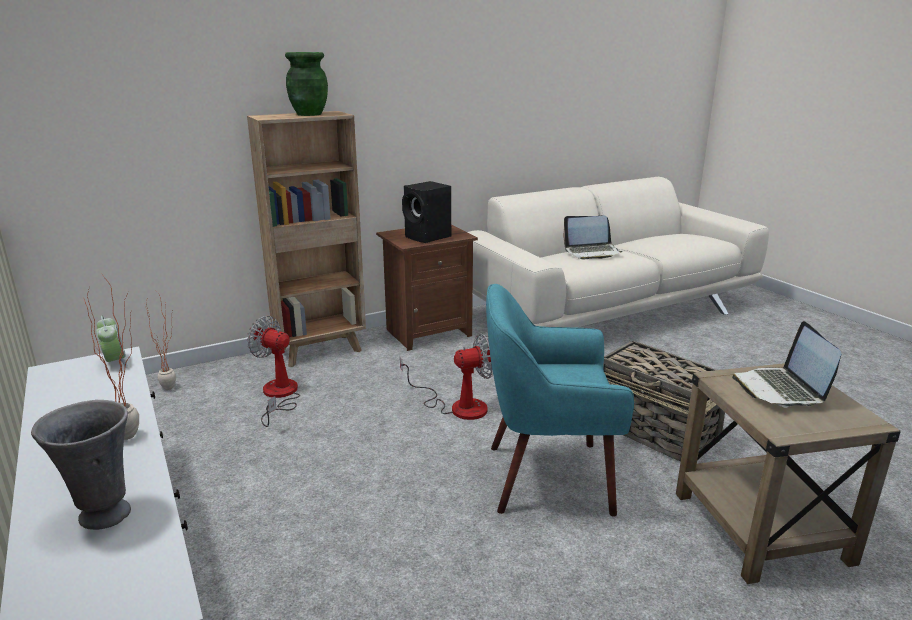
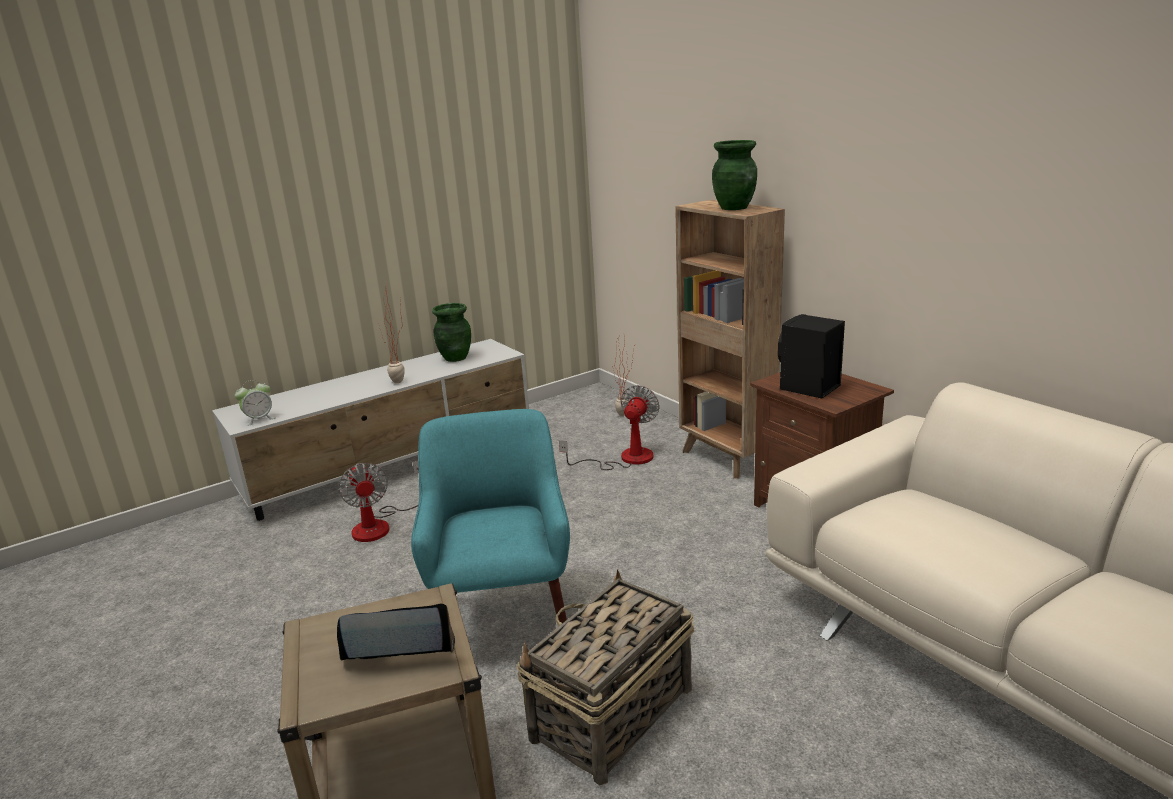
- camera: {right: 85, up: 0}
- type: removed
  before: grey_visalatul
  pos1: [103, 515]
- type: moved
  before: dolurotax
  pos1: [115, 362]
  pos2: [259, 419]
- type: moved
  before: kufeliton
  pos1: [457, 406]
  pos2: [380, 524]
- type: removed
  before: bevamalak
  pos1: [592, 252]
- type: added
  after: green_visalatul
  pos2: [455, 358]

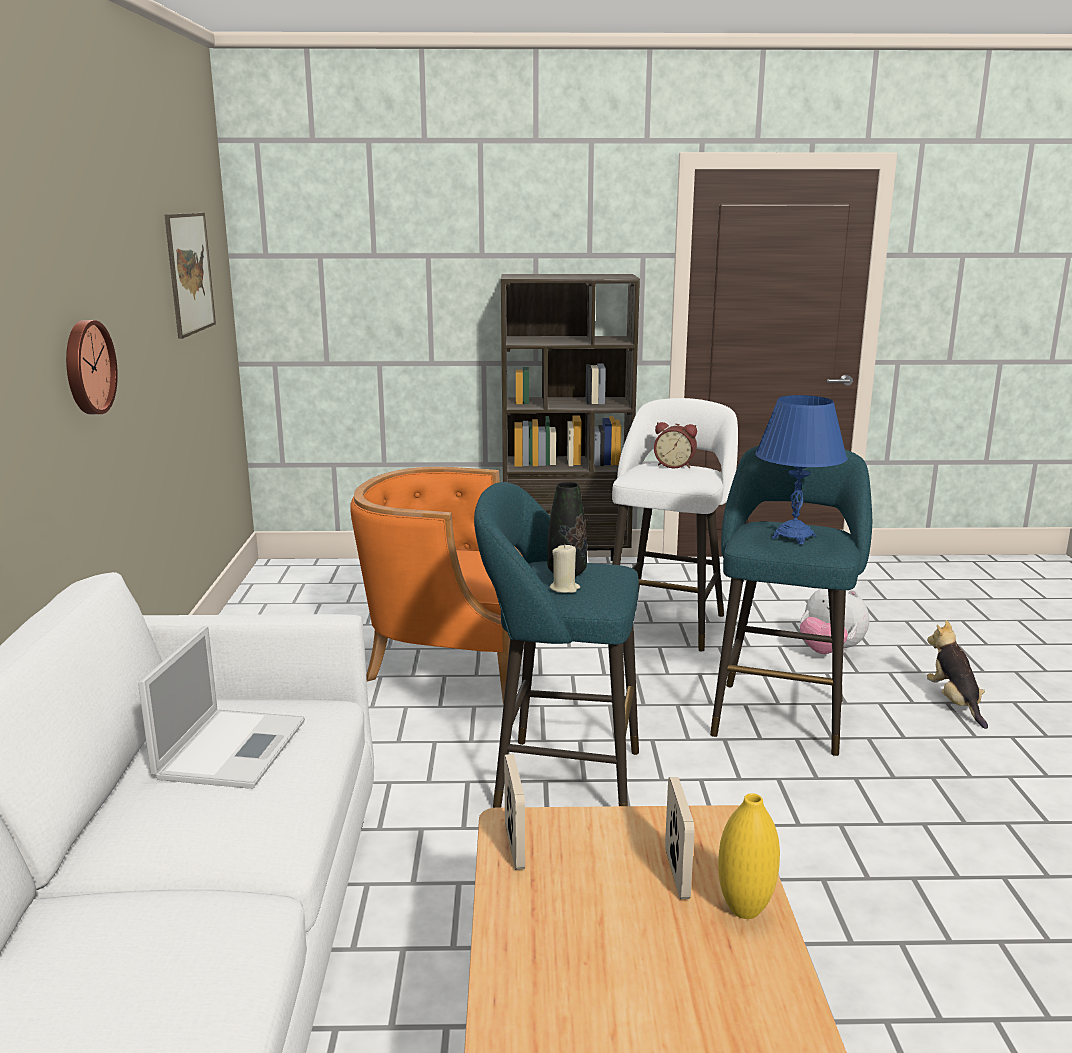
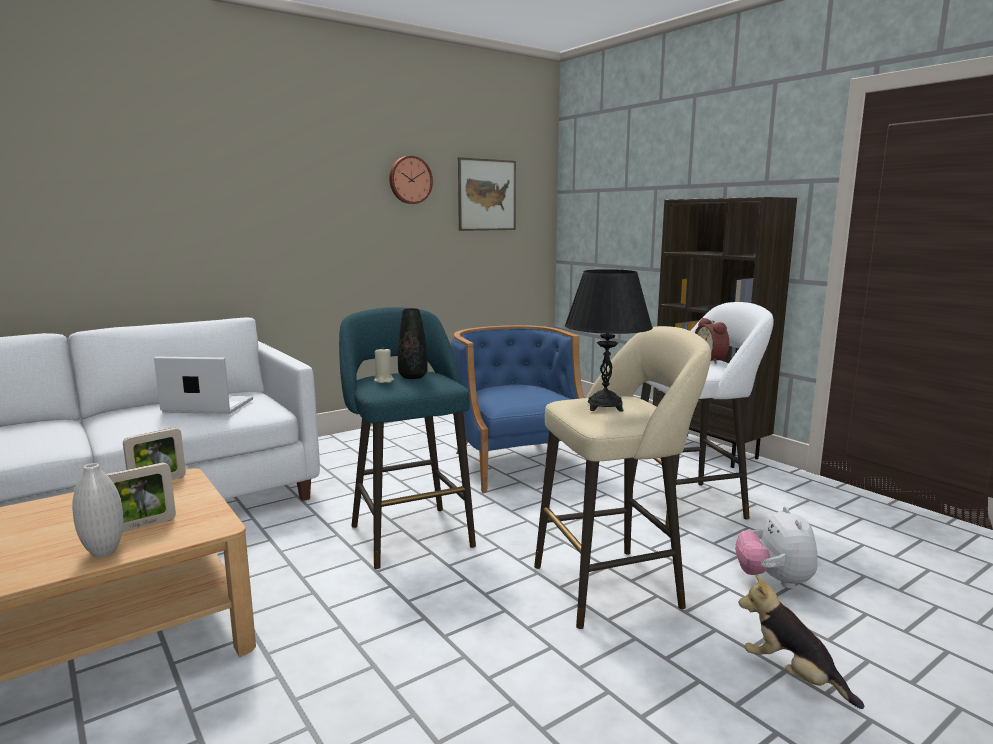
- camera: {right: 55, up: -5}
- type: moved
  before: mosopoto
  pos1: [87, 367]
  pos2: [410, 180]
- type: turned
  before: bevamalak
  pos1: [232, 747]
  pos2: [206, 406]
  turn: -150
- type: recoloured
  before: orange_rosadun
  after: blue_rosadun
  pos1: [455, 659]
  pos2: [516, 463]
- type: recoloured
  before: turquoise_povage
  after: beige_povage
  pos1: [779, 713]
  pos2: [614, 585]
- type: recoloured
  before: yellow_visalatul
  after: white_visalatul
  pos1: [744, 910]
  pos2: [104, 552]
- type: recoloured
  before: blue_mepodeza
  after: black_mepodeza
  pos1: [794, 537]
  pos2: [605, 406]
- type: turned
  before: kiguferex
  pos1: [954, 703]
  pos2: [792, 676]
  turn: -90

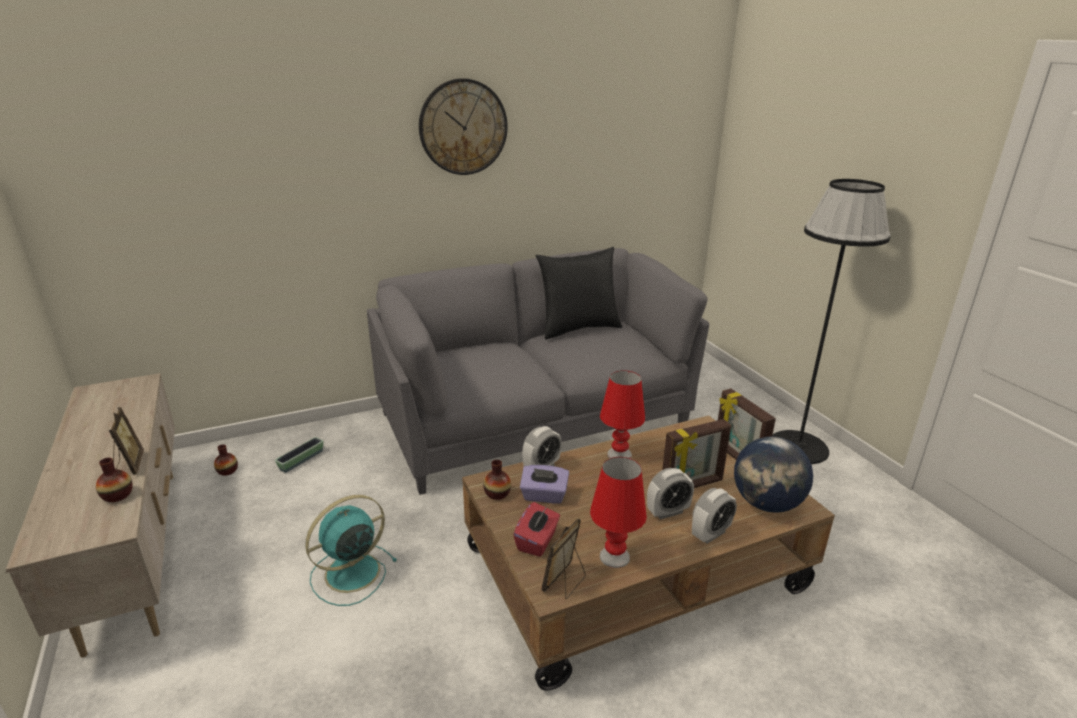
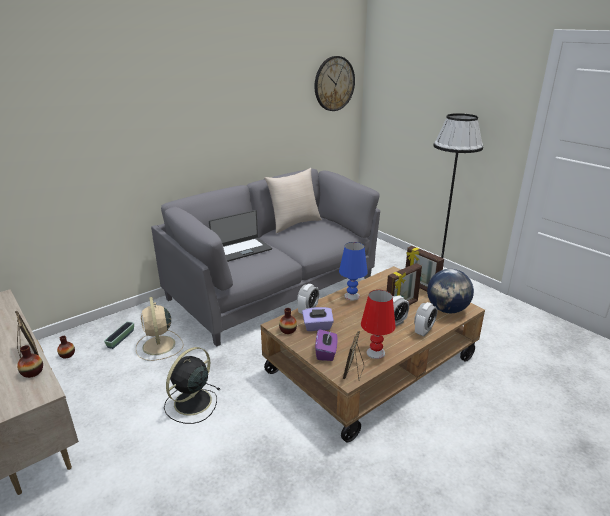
- camera: {right: -15, up: 0}
- type: recoloured
  before: turquoise_kufeliton
  after: black_kufeliton
  pos1: [350, 574]
  pos2: [191, 403]
- type: moved
  before: mosopoto
  pos1: [463, 127]
  pos2: [334, 83]
- type: recoloured
  before: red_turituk
  after: purple_turituk
  pos1: [537, 541]
  pos2: [326, 353]
- type: recoloured
  before: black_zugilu
  after: beige_zugilu
  pos1: [578, 328]
  pos2: [294, 224]
- type: recoloured
  before: red_mepodeza
  after: blue_mepodeza
  pos1: [619, 455]
  pos2: [352, 296]
- type: added
  after: beige_kufeliton
  pos2: [159, 346]
- type: added
  after: bevamalak
  pos2: [241, 249]

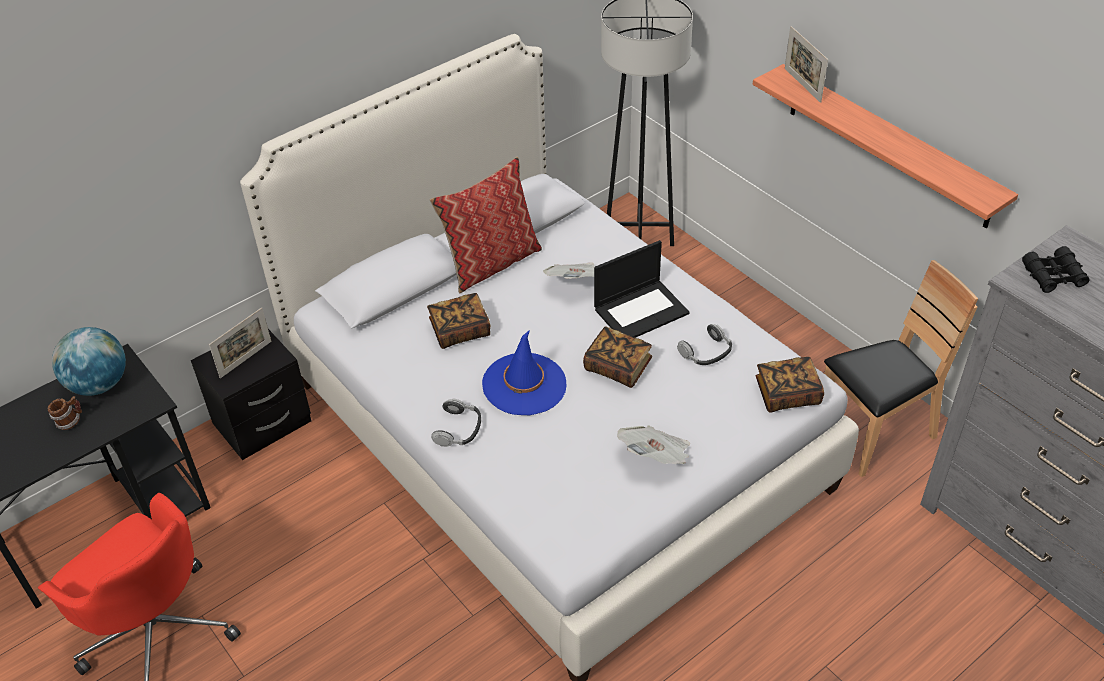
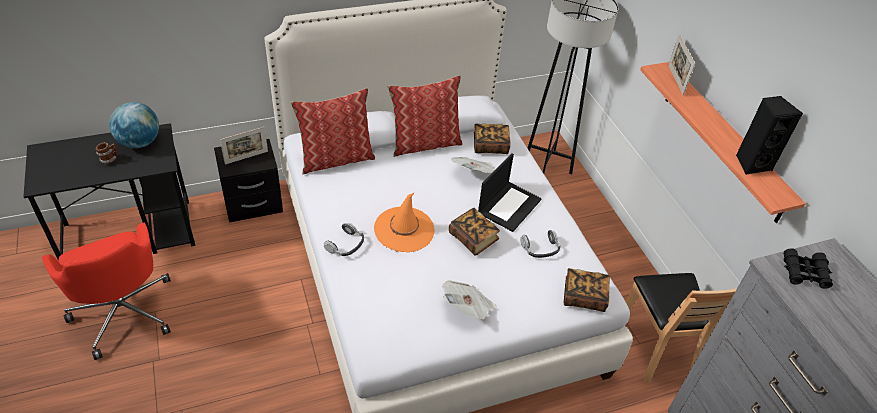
- camera: {right: 15, up: 0}
- type: moved
  before: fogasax
  pos1: [460, 331]
  pos2: [490, 146]
- type: recoloured
  before: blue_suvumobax
  after: orange_suvumobax
  pos1: [524, 384]
  pos2: [404, 229]
- type: turned
  before: bevamalak
  pos1: [641, 310]
  pos2: [509, 205]
  turn: -45
- type: turned
  before: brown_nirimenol
  pos1: [875, 433]
  pos2: [656, 348]
  turn: 90
- type: added
  after: zugilu
  pos2: [336, 159]
- type: added
  after: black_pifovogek
  pos2: [752, 163]

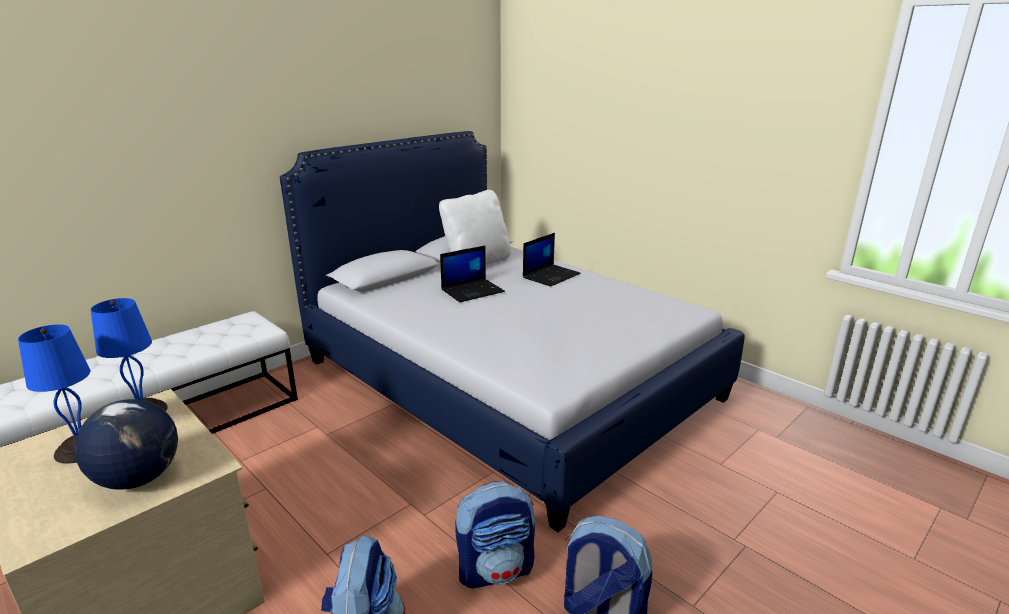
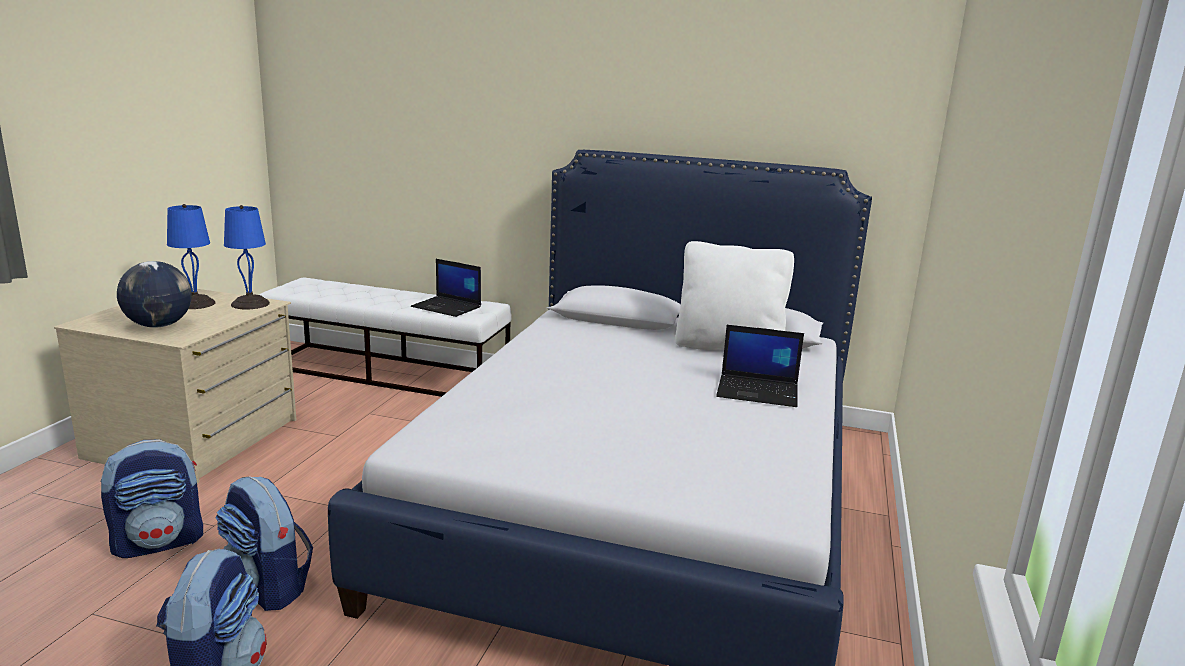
- camera: {right: 60, up: -5}
- type: moved
  before: bevamalak
  pos1: [473, 291]
  pos2: [447, 307]

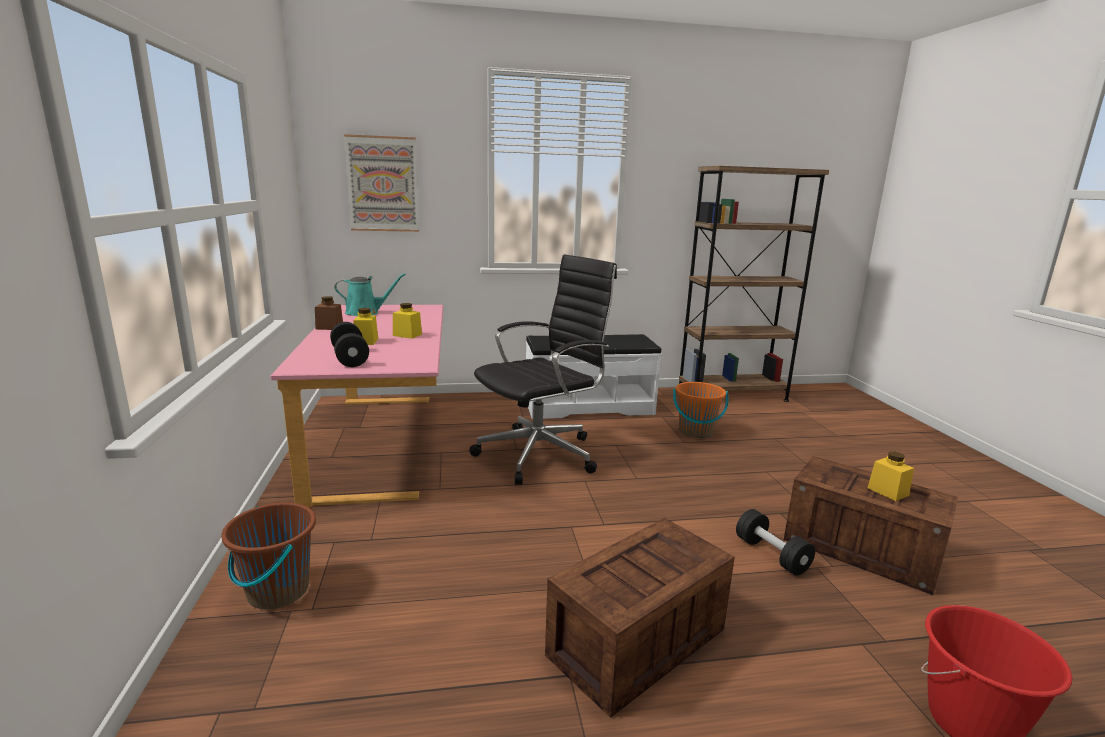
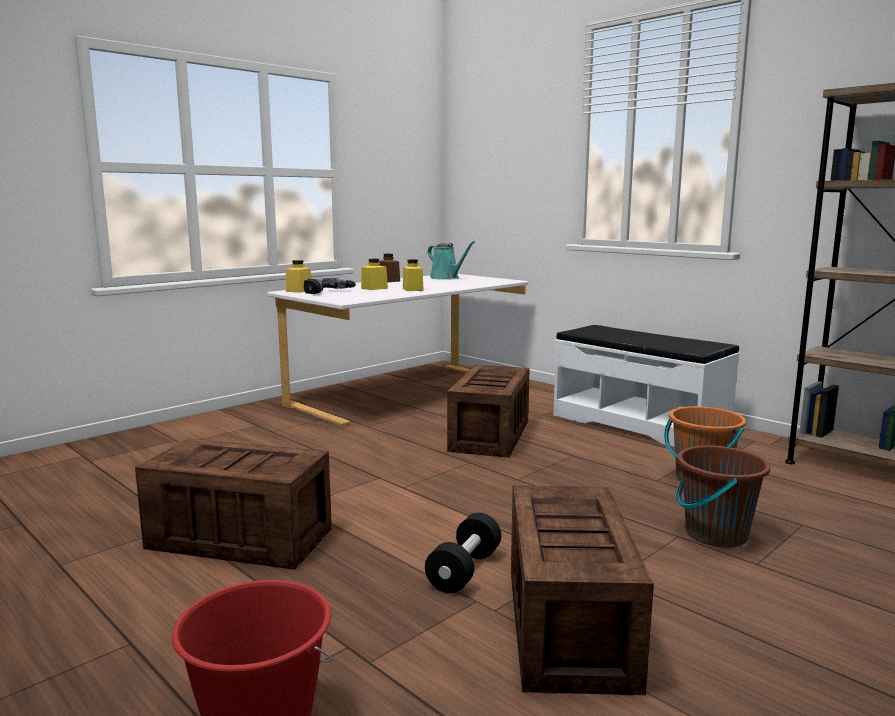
- camera: {right: 55, up: -5}
- type: moved
  before: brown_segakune
  pos1: [277, 591]
  pos2: [715, 534]
- type: recoloured
  before: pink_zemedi
  after: white_zemedi
  pos1: [383, 442]
  pos2: [407, 393]
- type: replaced
  before: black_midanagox
  after: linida
  pos1: [350, 358]
  pos2: [329, 292]
- type: removed
  before: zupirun
  pos1: [383, 184]
- type: replaced
  before: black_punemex
  after: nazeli
  pos1: [541, 453]
  pos2: [490, 436]
- type: moved
  before: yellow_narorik
  pos1: [888, 491]
  pos2: [299, 290]

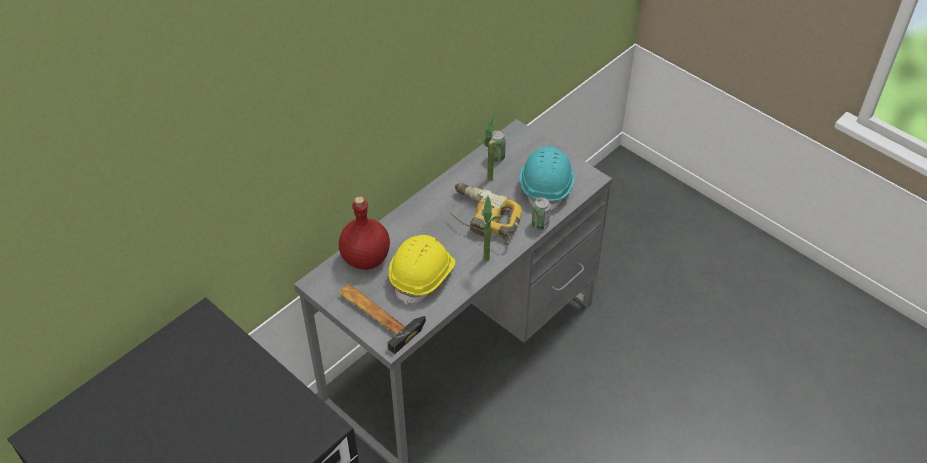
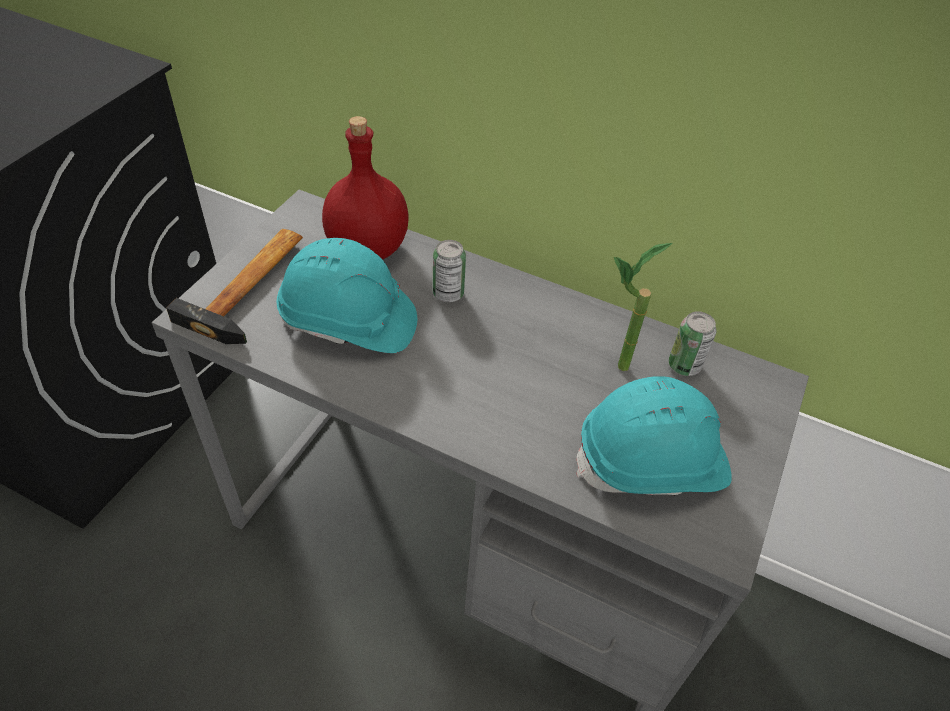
- camera: {right: 70, up: 0}
- type: recoloured
  before: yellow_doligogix
  after: turquoise_doligogix
  pos1: [423, 276]
  pos2: [349, 322]
- type: removed
  before: linida
  pos1: [482, 219]
- type: removed
  before: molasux
  pos1: [488, 264]
- type: moved
  before: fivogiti
  pos1: [540, 225]
  pos2: [448, 293]

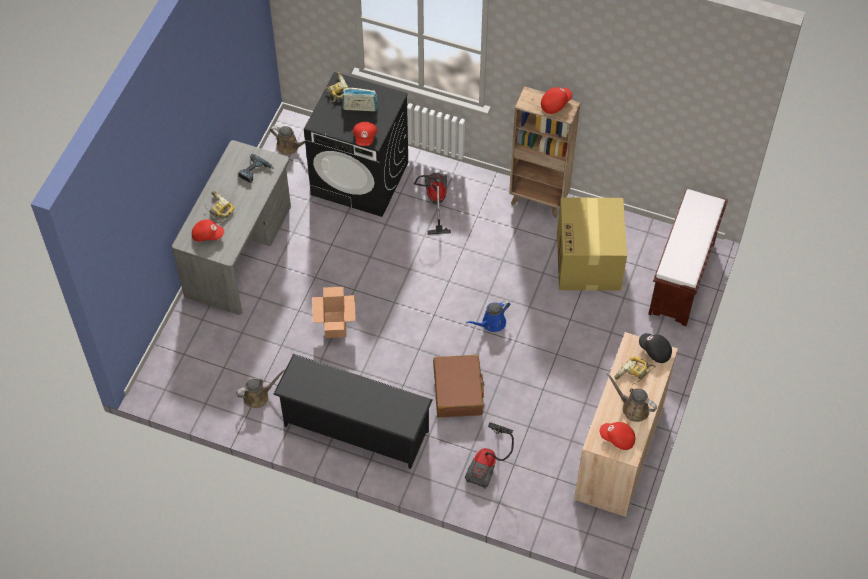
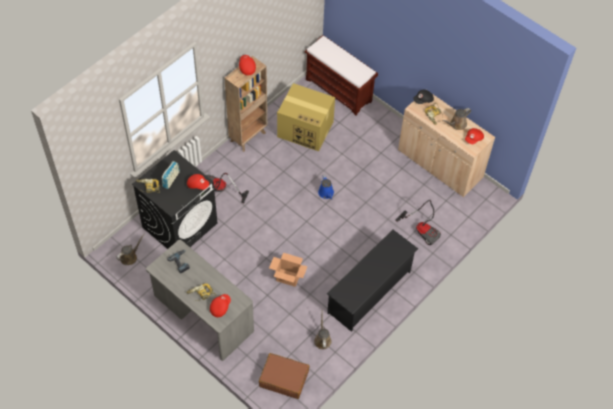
- camera: {right: -70, up: 0}
- type: moved
  before: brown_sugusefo
  pos1: [458, 391]
  pos2: [284, 378]

